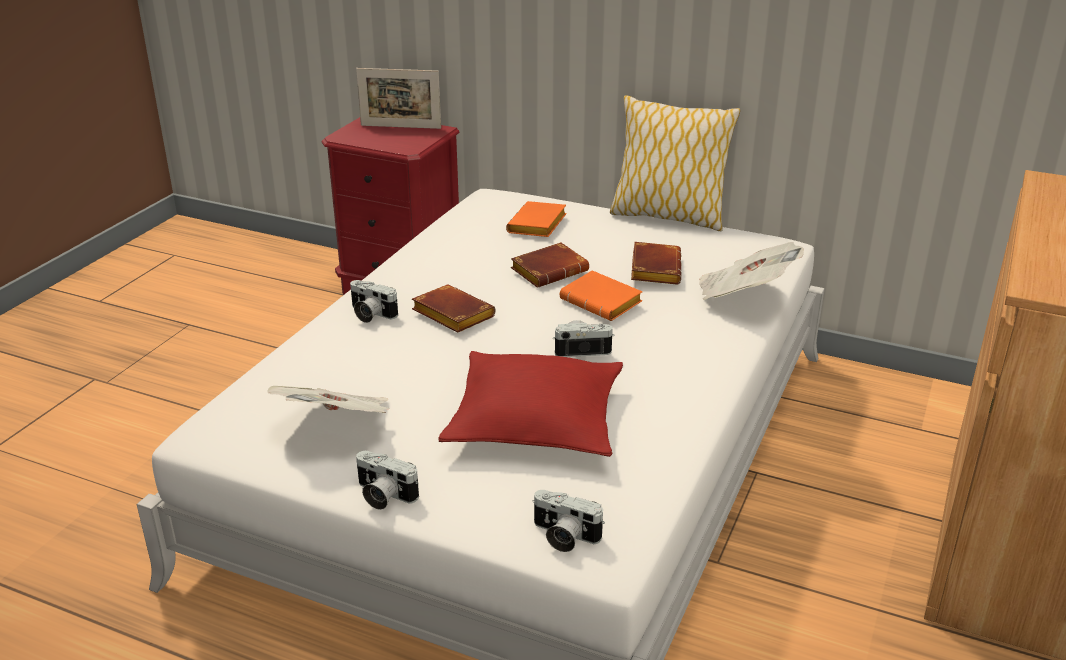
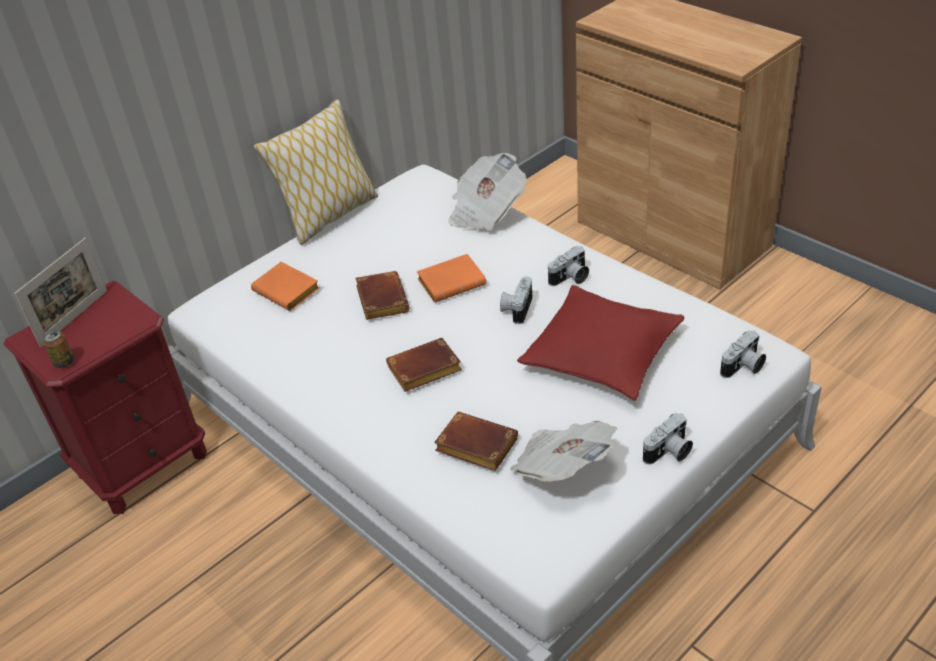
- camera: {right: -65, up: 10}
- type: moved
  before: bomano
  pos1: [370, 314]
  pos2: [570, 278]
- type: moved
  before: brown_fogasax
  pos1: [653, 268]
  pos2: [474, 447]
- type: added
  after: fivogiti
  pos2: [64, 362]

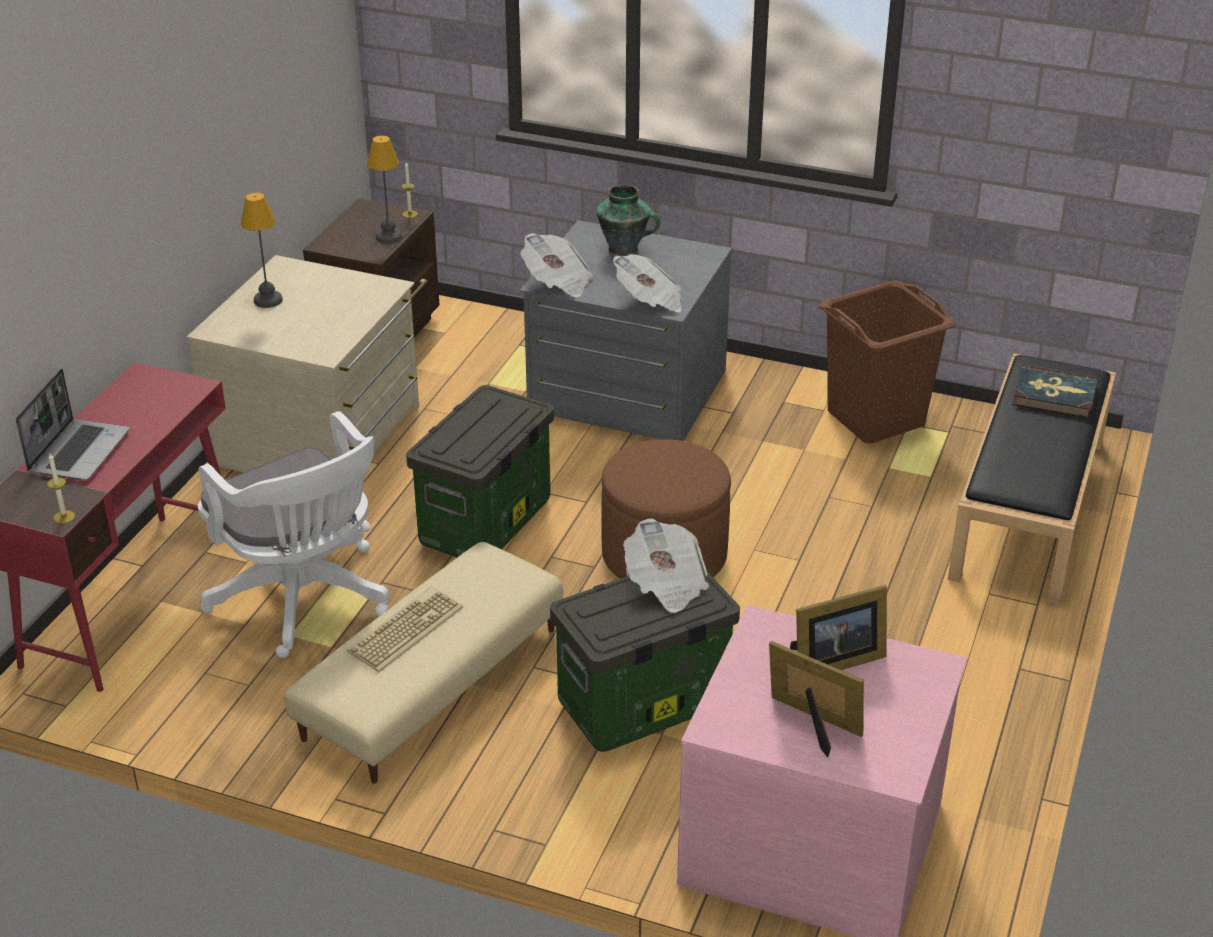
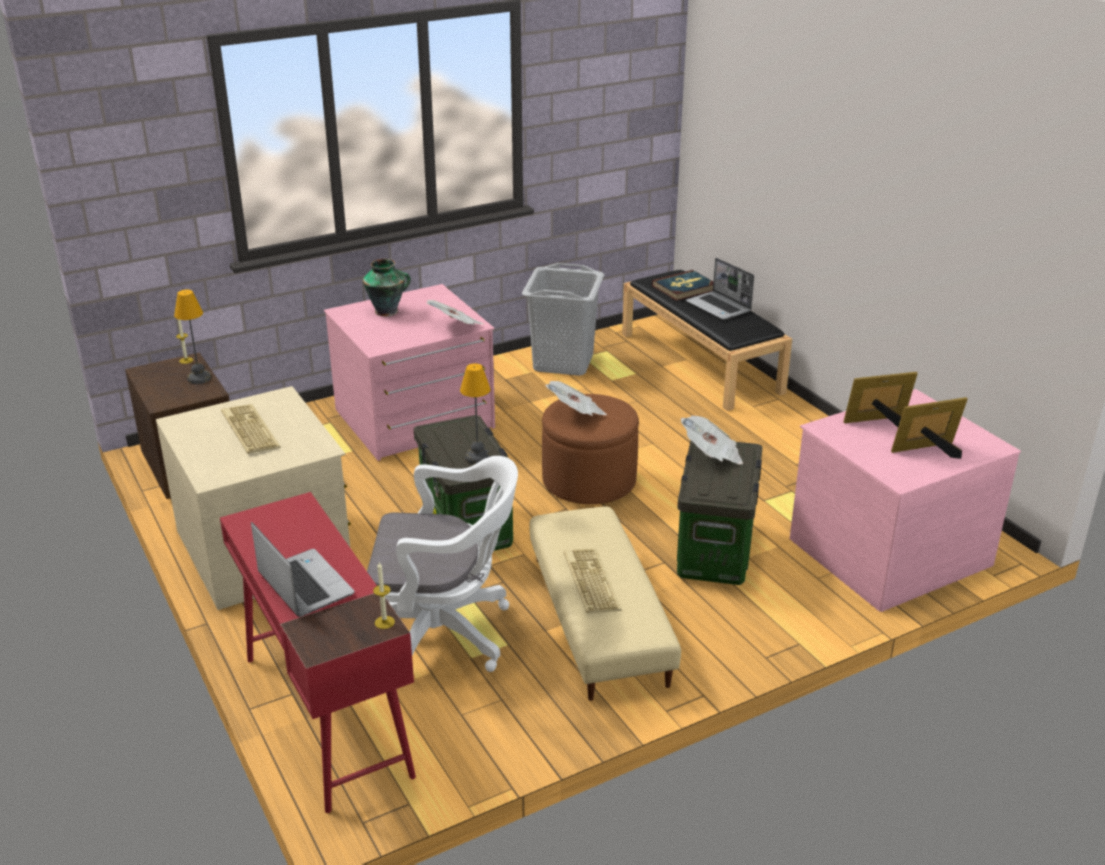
- camera: {right: -50, up: -5}
- type: moved
  before: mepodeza
  pos1: [267, 300]
  pos2: [476, 457]
- type: recoloured
  before: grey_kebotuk
  after: pink_kebotuk
  pos1: [626, 394]
  pos2: [415, 420]
- type: moved
  before: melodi
  pos1: [557, 282]
  pos2: [576, 413]
- type: turned
  before: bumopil
  pos1: [833, 661]
  pos2: [880, 423]
  turn: -120
- type: recoloured
  before: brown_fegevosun
  after: grey_fegevosun
  pos1: [876, 418]
  pos2: [564, 362]
- type: added
  after: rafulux
  pos2: [248, 430]
- type: added
  after: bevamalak
  pos2: [719, 307]

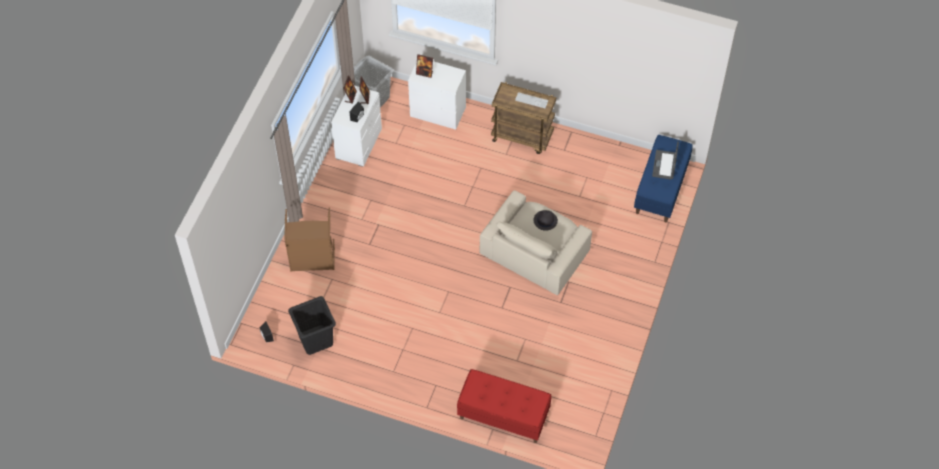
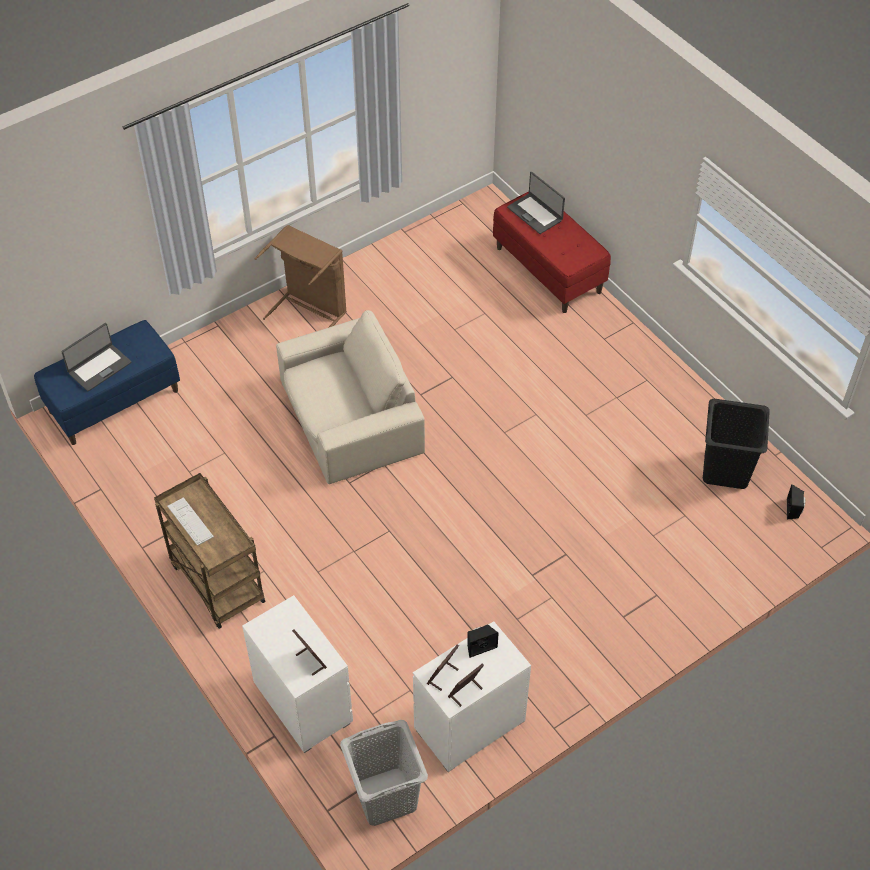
- camera: {right: -145, up: -5}
- type: moved
  before: brown_fegevosun
  pos1: [312, 260]
  pos2: [309, 311]
- type: removed
  before: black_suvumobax
  pos1: [545, 220]
- type: added
  after: bevamalak
  pos2: [535, 213]

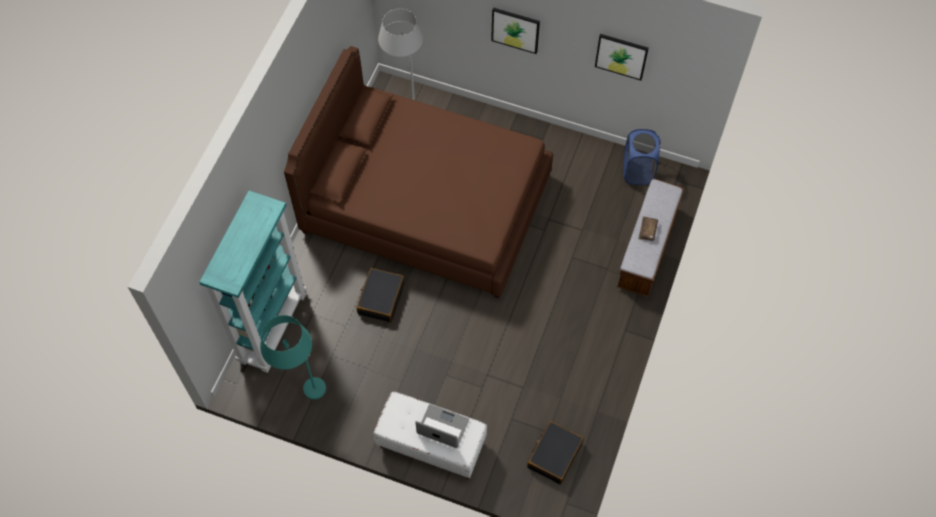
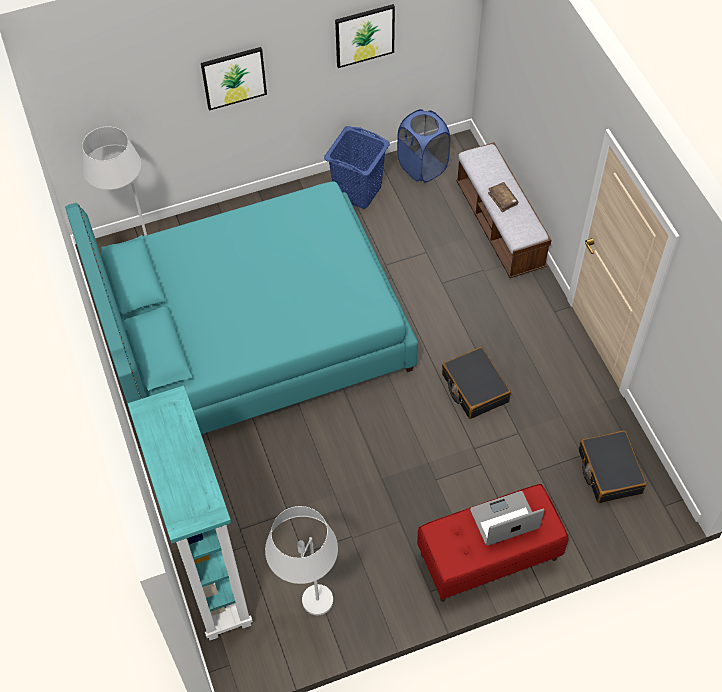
- camera: {right: -40, up: -5}
- type: recoloured
  before: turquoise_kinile
  after: white_kinile
  pos1: [302, 394]
  pos2: [310, 616]
- type: recoloured
  before: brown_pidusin
  after: turquoise_pidusin
  pos1: [426, 204]
  pos2: [253, 336]
- type: moved
  before: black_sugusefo
  pos1: [381, 298]
  pos2: [474, 388]
- type: recoloured
  before: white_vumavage
  after: red_vumavage
  pos1: [431, 444]
  pos2: [488, 557]
- type: added
  after: blue_fegevosun
  pos2: [358, 191]

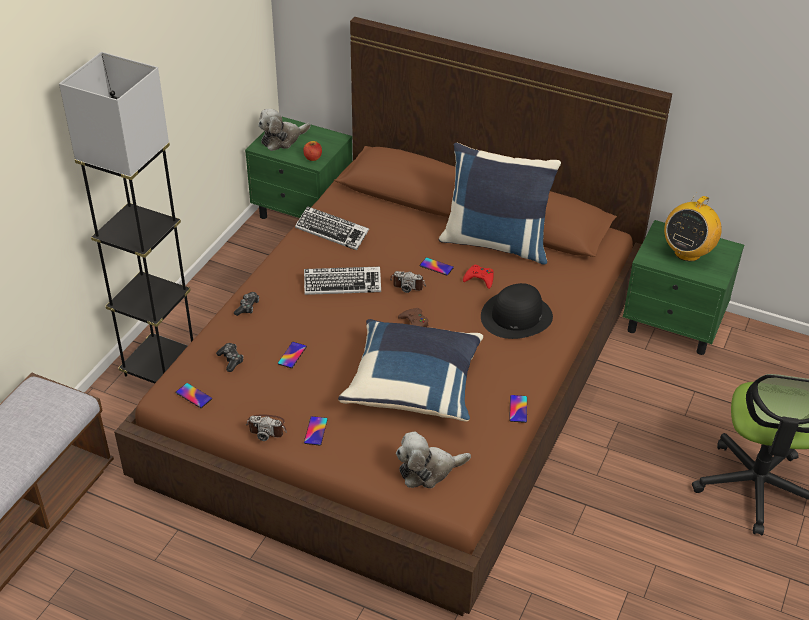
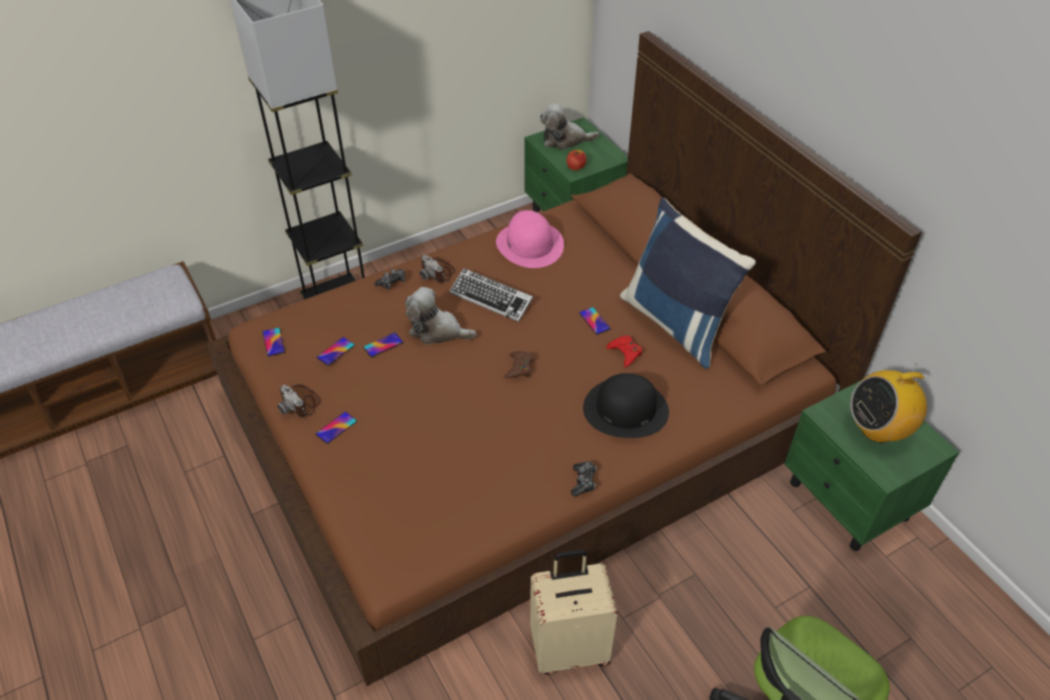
- camera: {right: 35, up: 5}
- type: moved
  before: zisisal
  pos1: [231, 360]
  pos2: [583, 481]
- type: replaced
  before: rafulux
  after: pink_suvumobax
  pos1: [332, 232]
  pos2: [530, 244]
- type: removed
  before: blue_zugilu
  pos1: [414, 386]
- type: moved
  before: bomano
  pos1: [408, 283]
  pos2: [438, 272]
- type: moved
  before: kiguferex
  pos1: [428, 470]
  pos2: [437, 330]
- type: moved
  before: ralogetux
  pos1: [518, 409]
  pos2: [335, 351]
- type: added
  after: beige_sugusefo
  pos2: [570, 647]

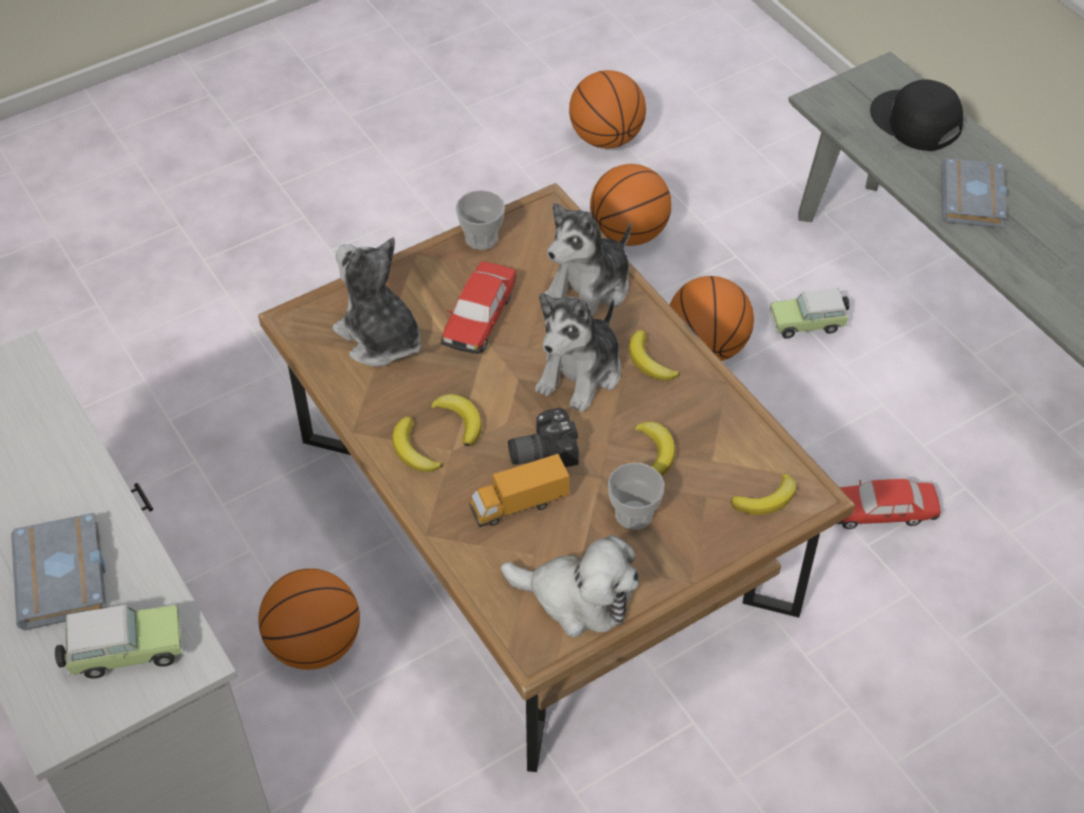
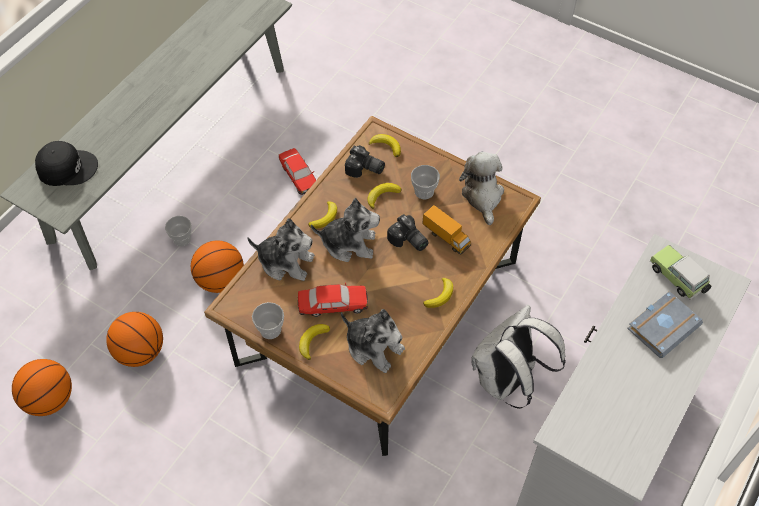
- camera: {right: -115, up: 5}
- type: replaced
  before: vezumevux
  after: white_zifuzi
  pos1: [315, 644]
  pos2: [507, 381]
- type: turned
  before: kiguferex
  pos1: [380, 338]
  pos2: [373, 347]
  turn: -75
- type: moved
  before: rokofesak
  pos1: [460, 420]
  pos2: [312, 341]
- type: replaced
  before: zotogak
  after: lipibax
  pos1: [809, 324]
  pos2: [182, 239]
- type: turned
  before: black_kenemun
  pos1: [914, 122]
  pos2: [67, 167]
  turn: -120
- type: removed
  before: grey_fogasax
  pos1: [974, 200]
- type: added
  after: bomano
  pos2: [365, 169]

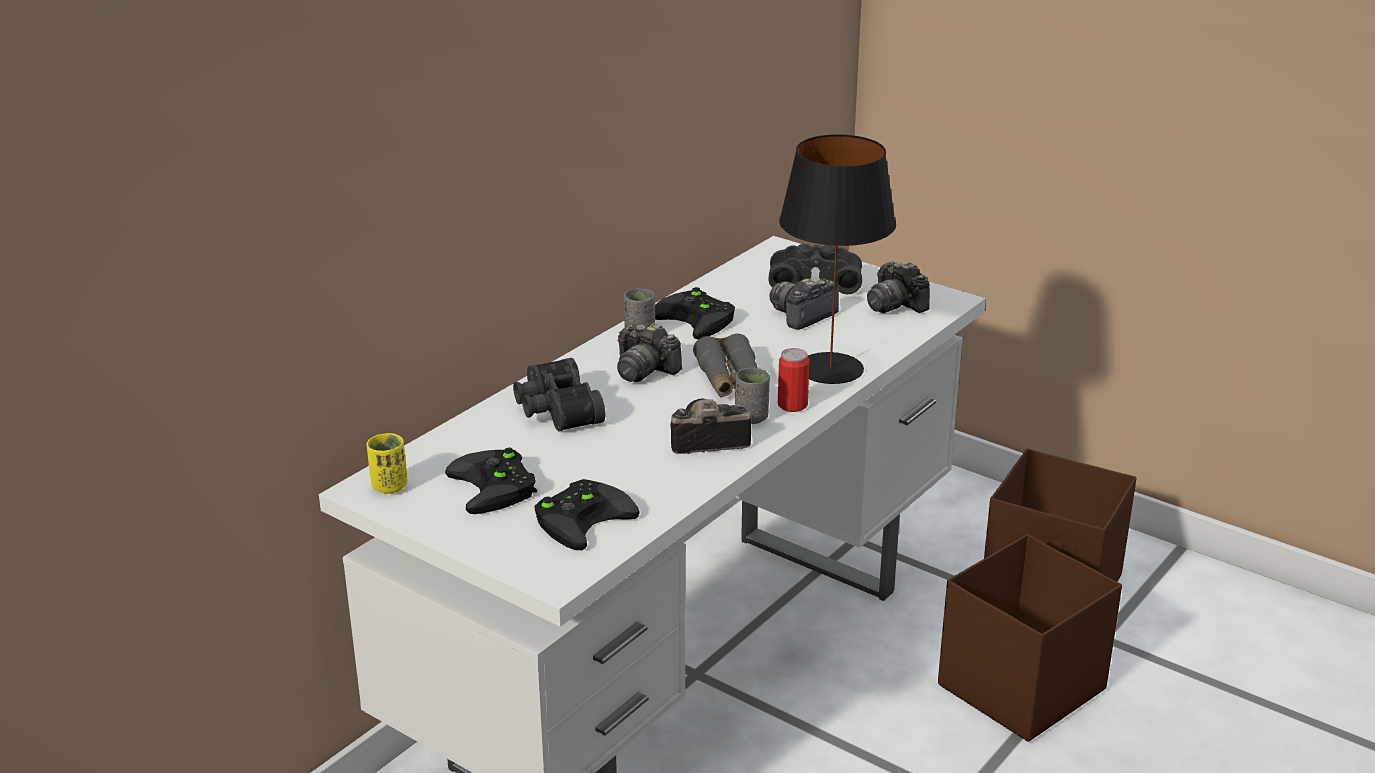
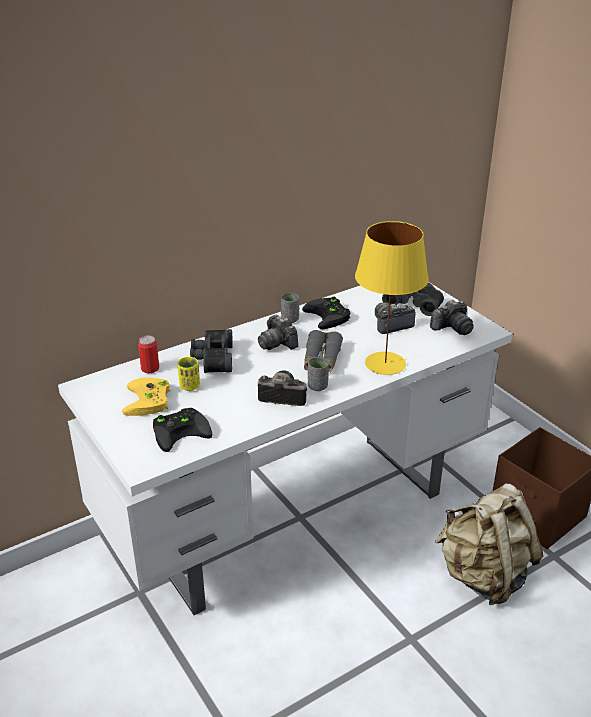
- camera: {right: 20, up: 5}
- type: moved
  before: yellow_lipibax
  pos1: [389, 486]
  pos2: [189, 386]
- type: recoloured
  before: black_zisisal
  after: yellow_zisisal
  pos1: [497, 487]
  pos2: [149, 401]
- type: moved
  before: fivogiti
  pos1: [792, 405]
  pos2: [150, 368]
- type: recoloured
  before: black_mepodeza
  after: yellow_mepodeza
  pos1: [829, 368]
  pos2: [384, 363]
- type: turned
  before: bomano
  pos1: [895, 304]
  pos2: [452, 328]
  turn: -105
- type: replaced
  before: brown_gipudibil
  after: beige_zifuzi
  pos1: [1019, 688]
  pos2: [483, 575]

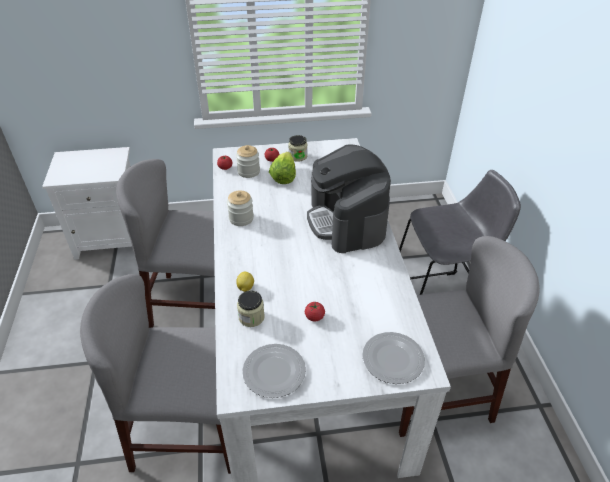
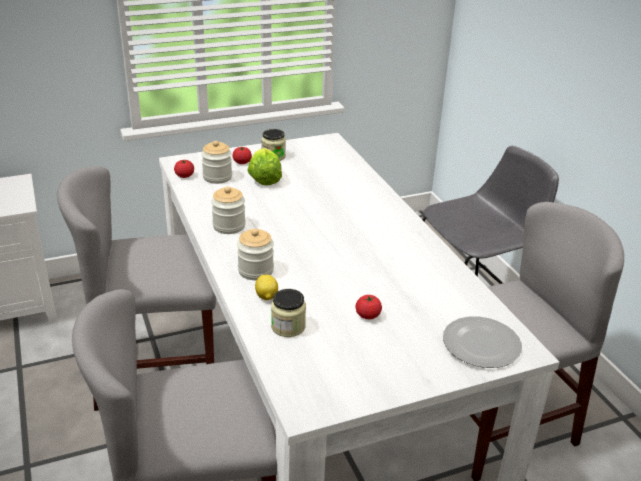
- camera: {right: -15, up: -10}
- type: removed
  before: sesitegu
  pos1: [274, 372]
- type: removed
  before: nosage
  pos1: [347, 221]
- type: added
  after: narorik
  pos2: [255, 270]

